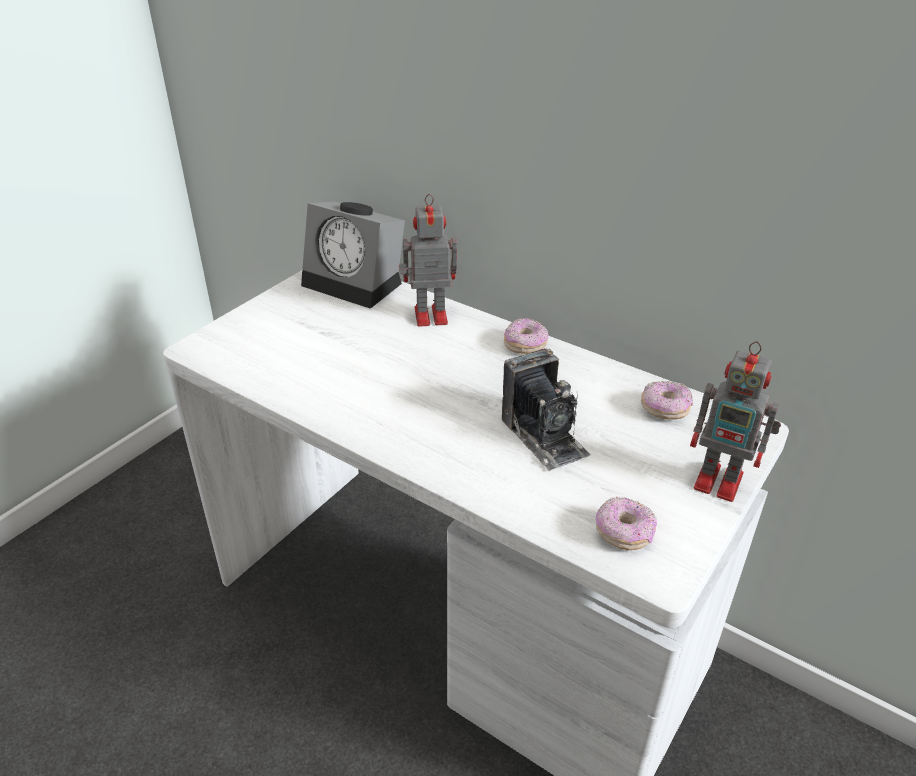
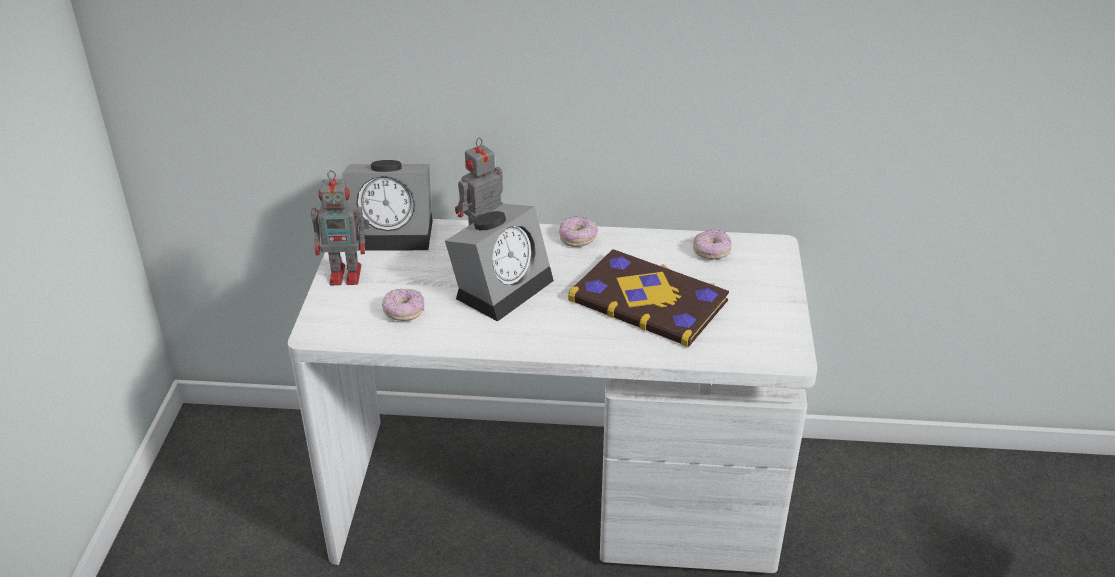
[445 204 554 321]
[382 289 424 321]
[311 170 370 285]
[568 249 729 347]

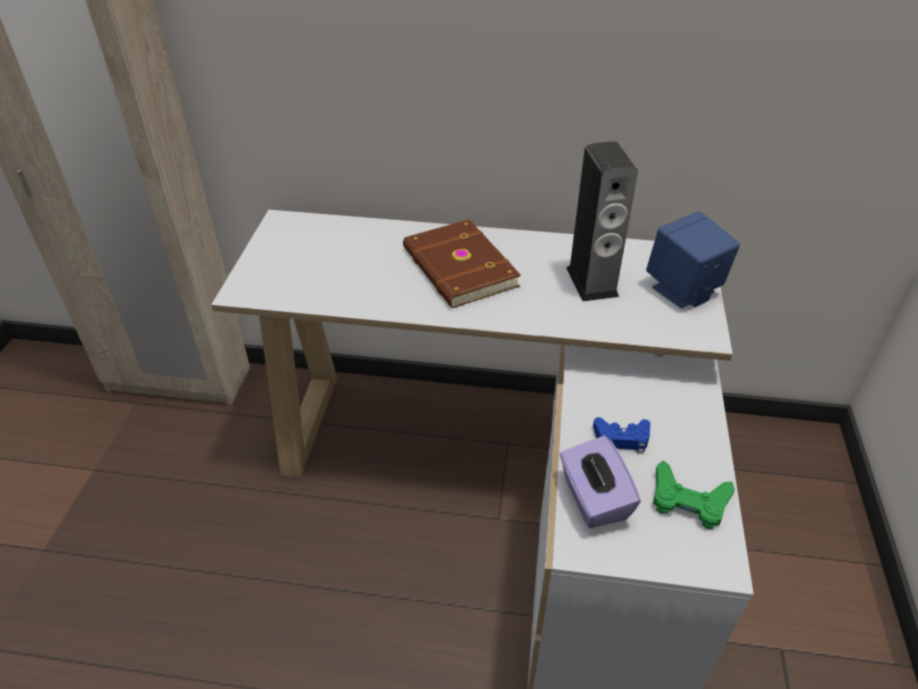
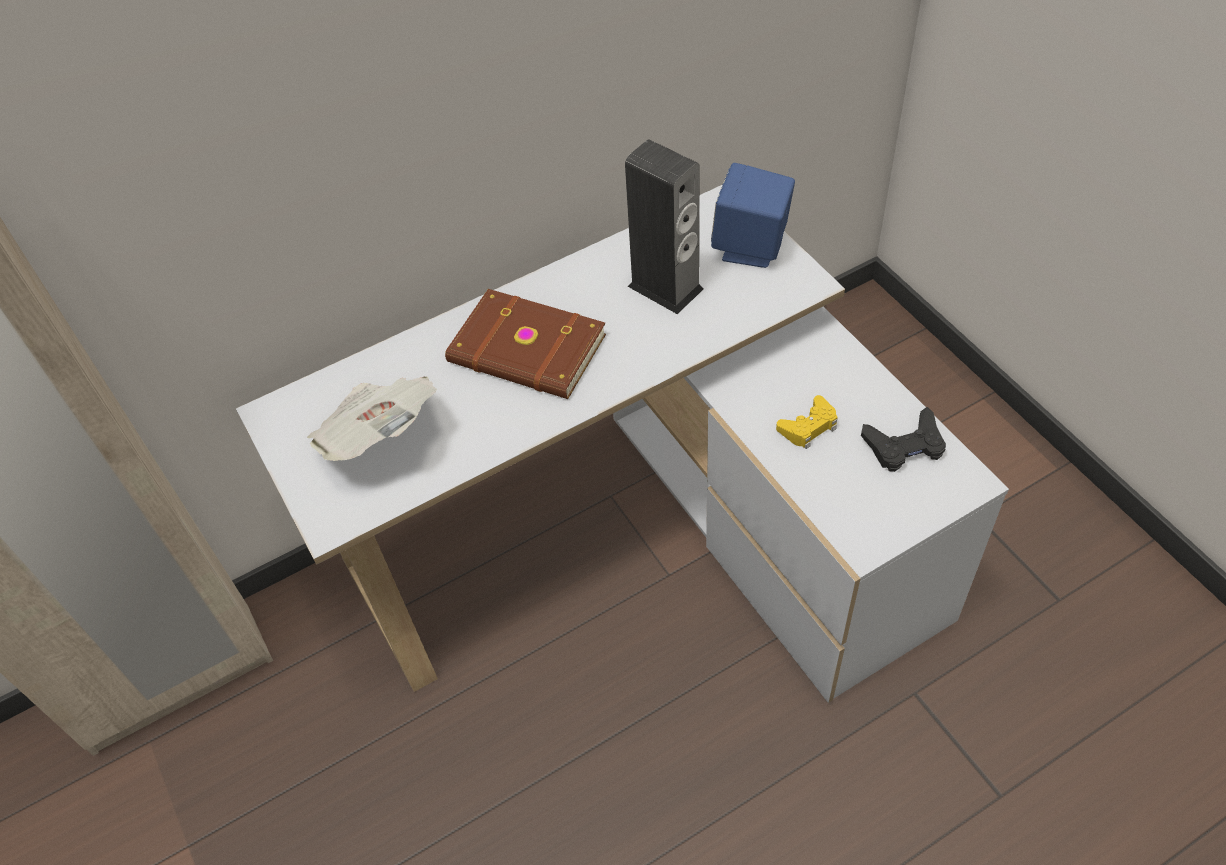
[560 436 641 528] (first image)
[307 377 437 461]
[776 395 838 449]
[861 407 946 472]

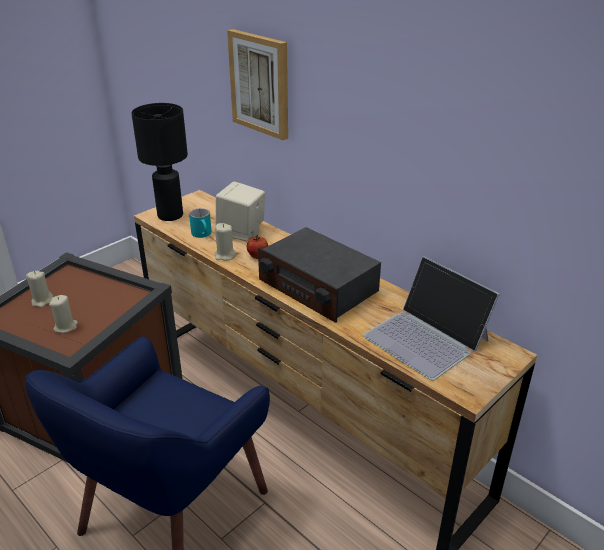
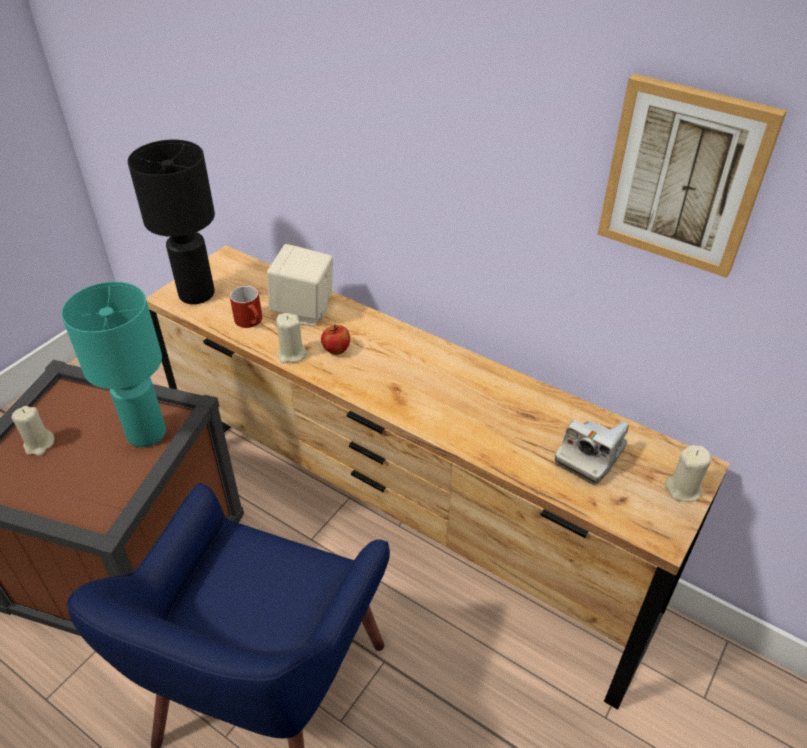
[258 227 381 323] (first image)
[61 282 166 447]
[665 445 711 502]
[597 74 787 278]
[555 420 629 485]
[230 286 262 328]

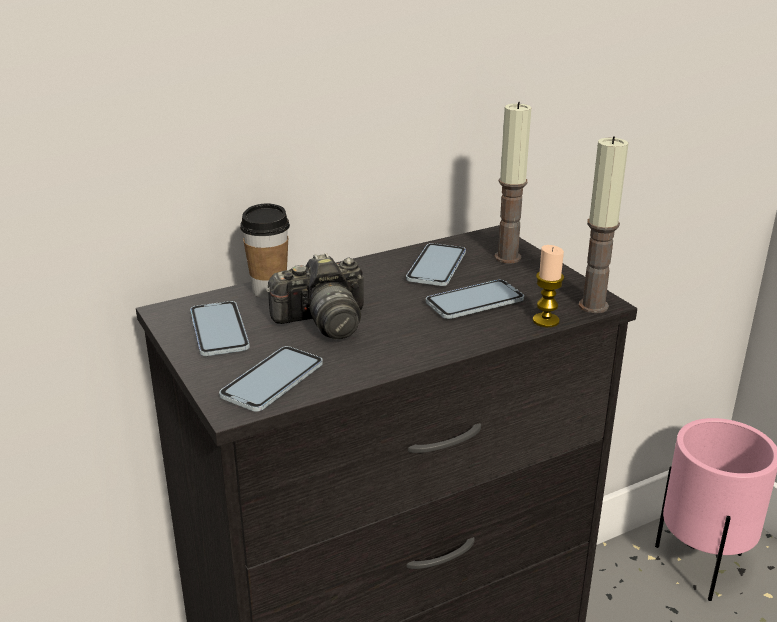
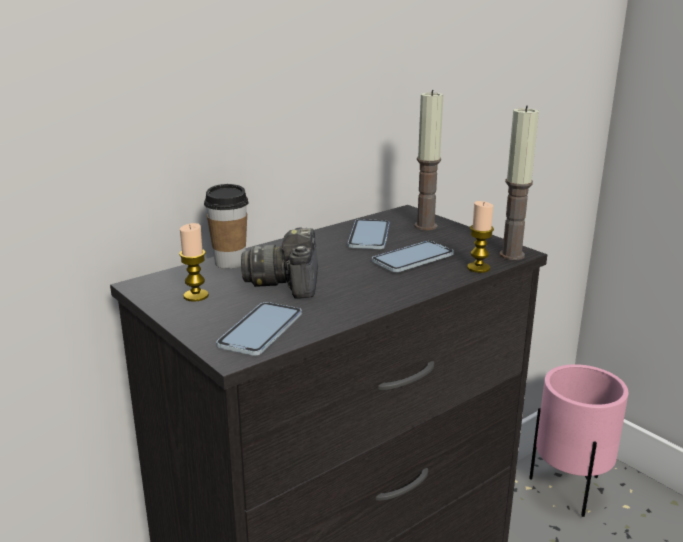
[179 223 209 302]
[241 228 318 299]

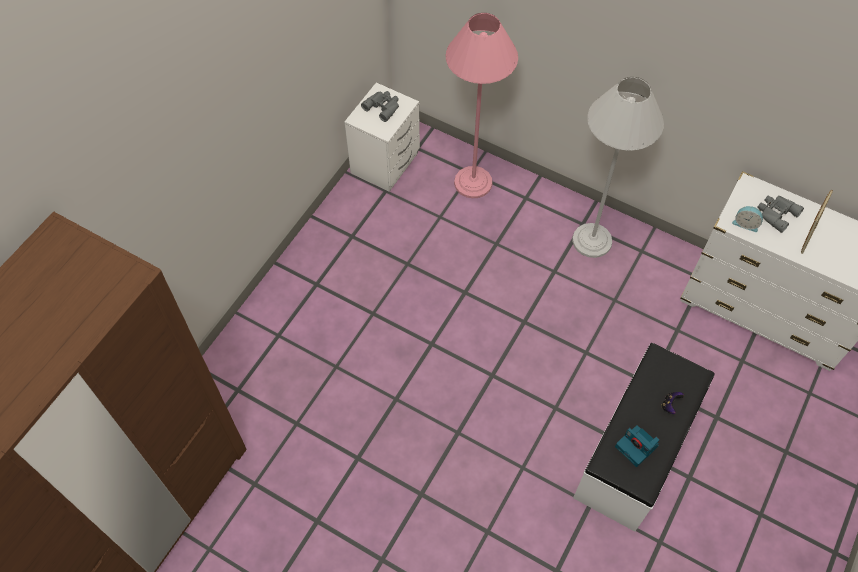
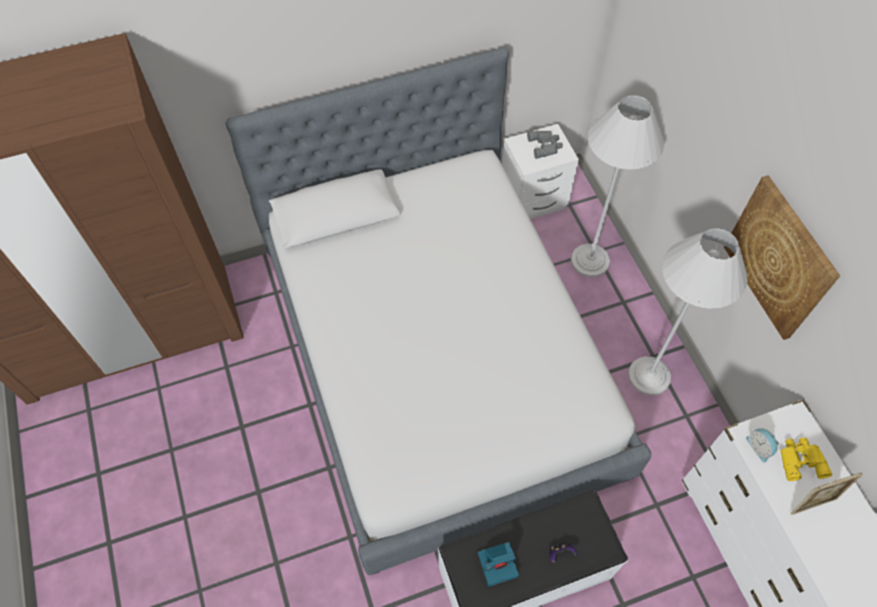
[226 47 651 575]
[724 175 840 340]
[571 95 664 277]
[781 438 832 481]
[478 542 519 586]

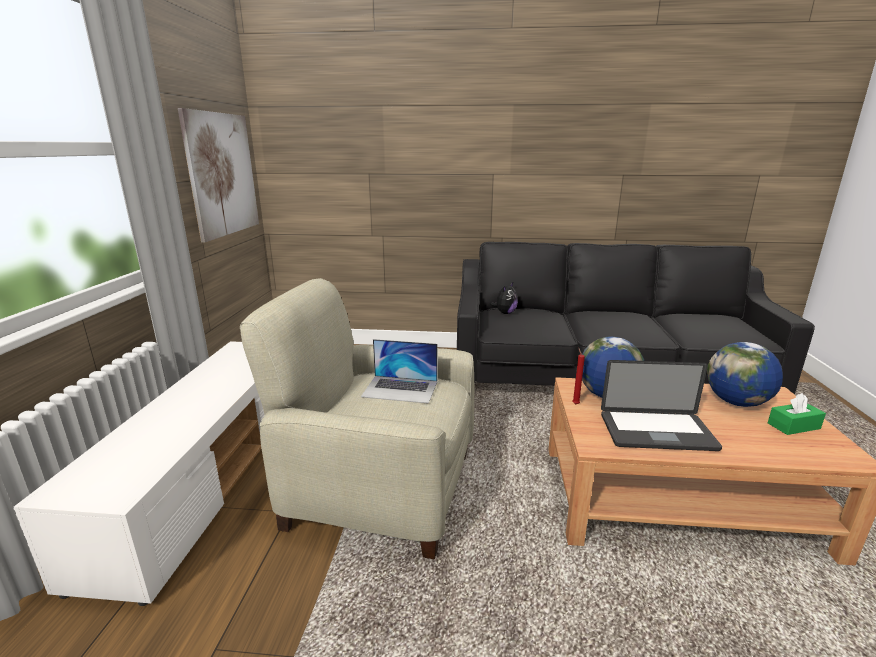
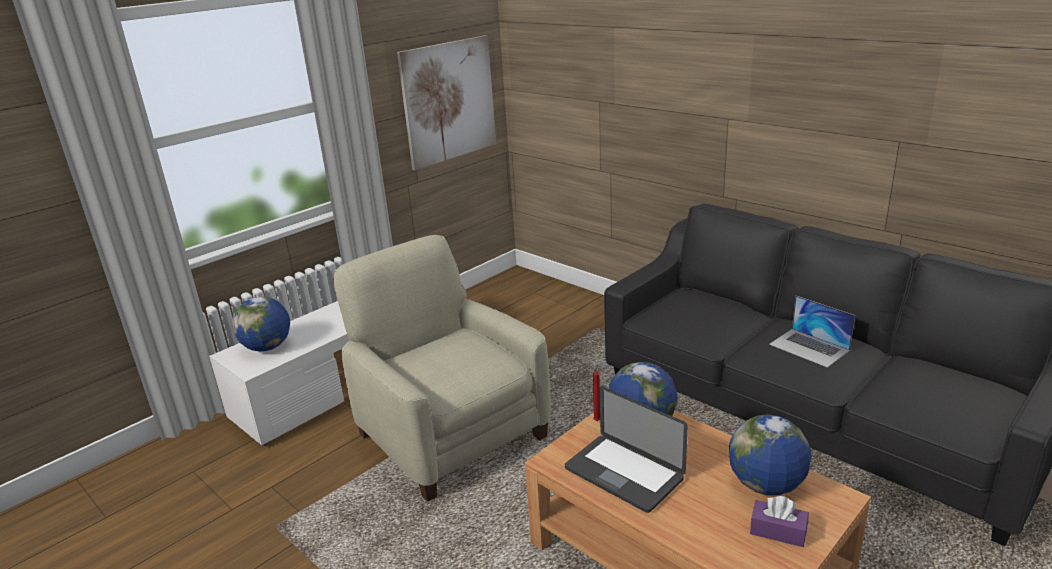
[490 283 518 314] (first image)
[233 297 290 351]
[769 296 855 368]
[750 496 809 547]

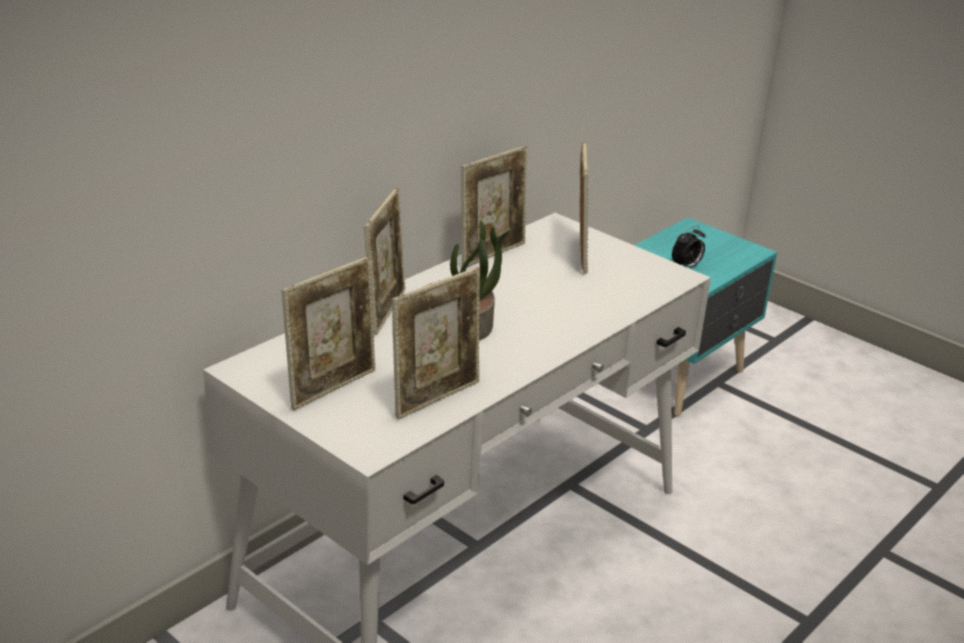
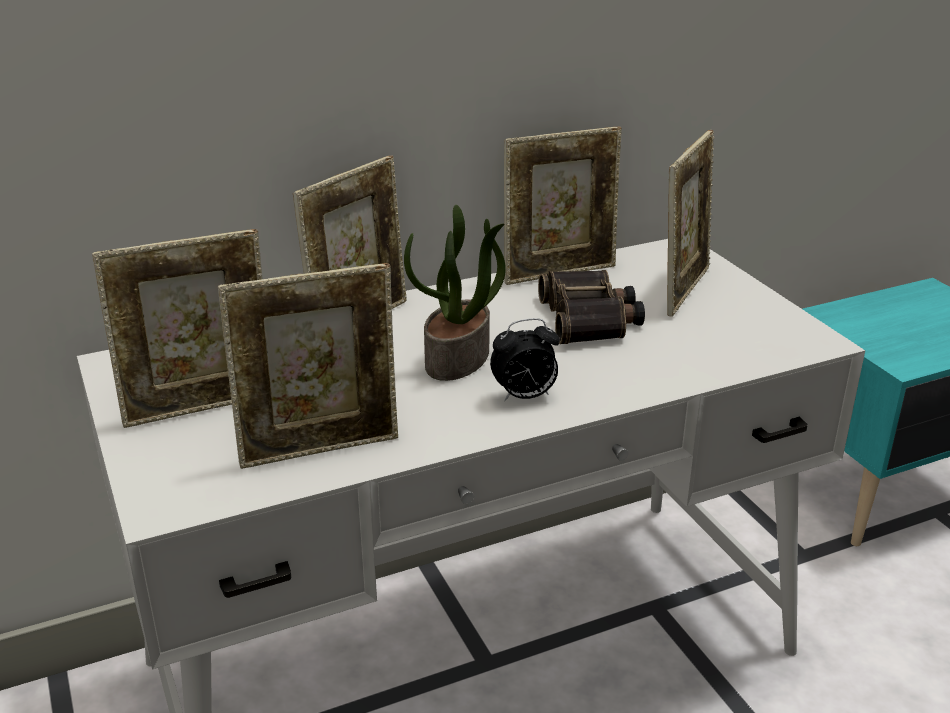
[538 270 645 344]
[490 318 560 401]

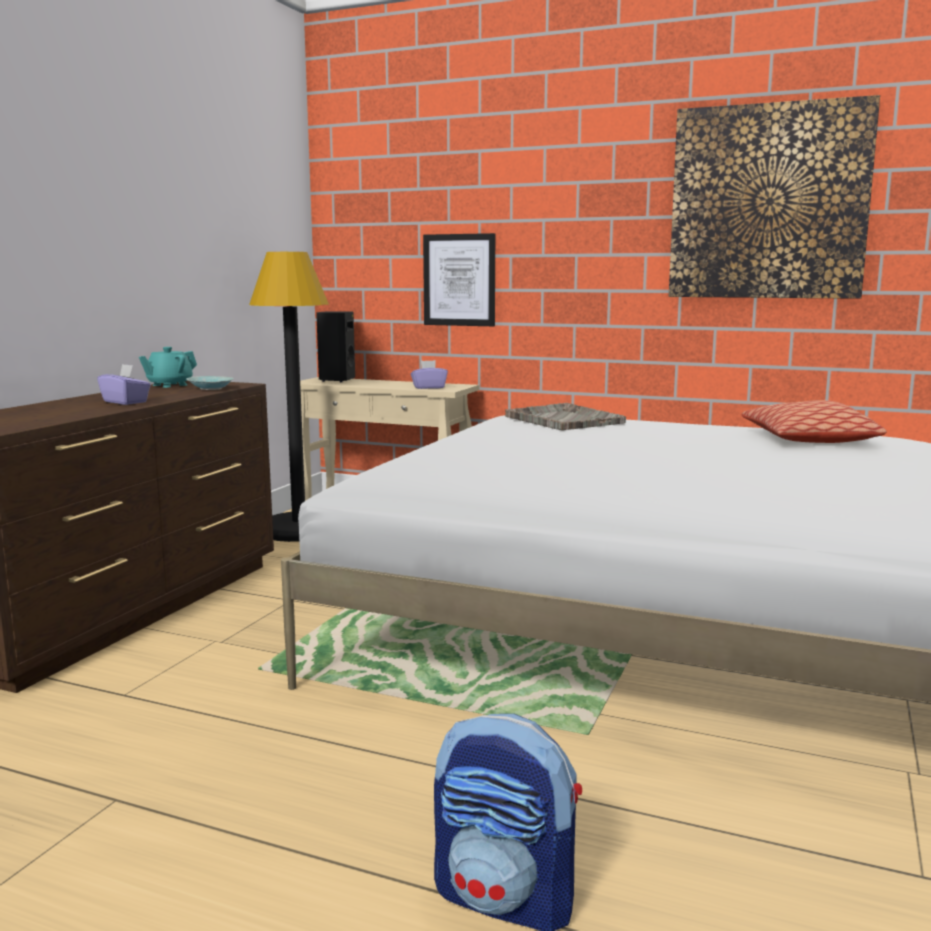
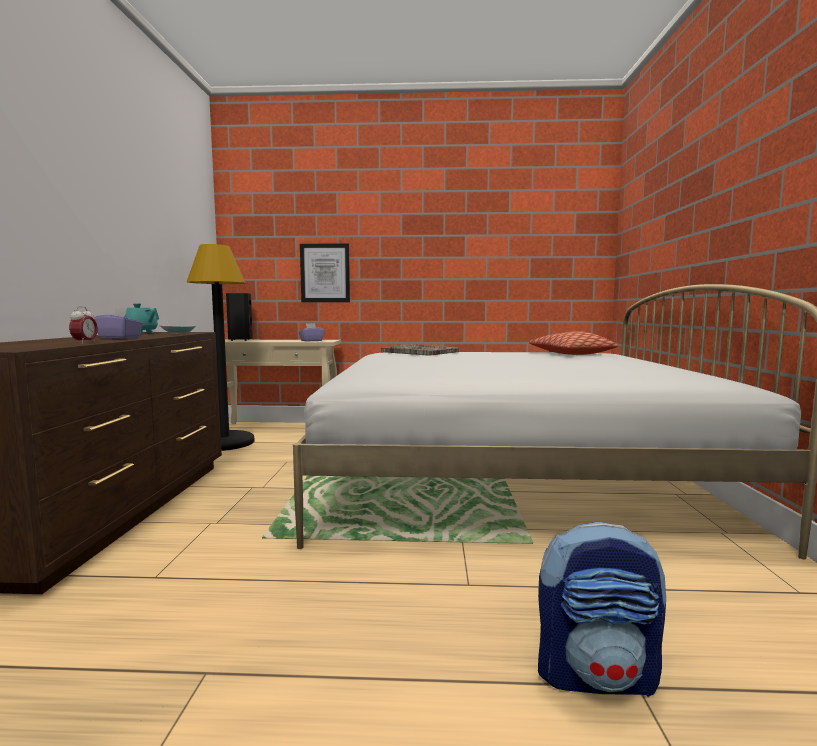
[669 95 880 299] (first image)
[69 307 98 344]

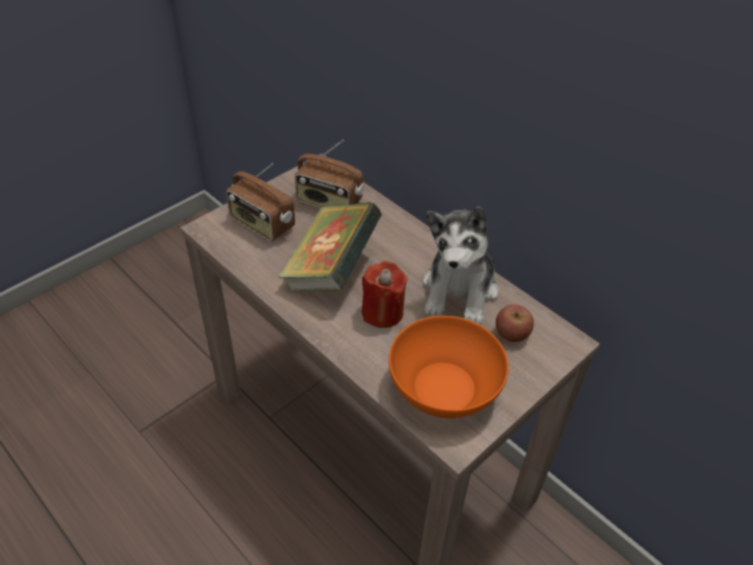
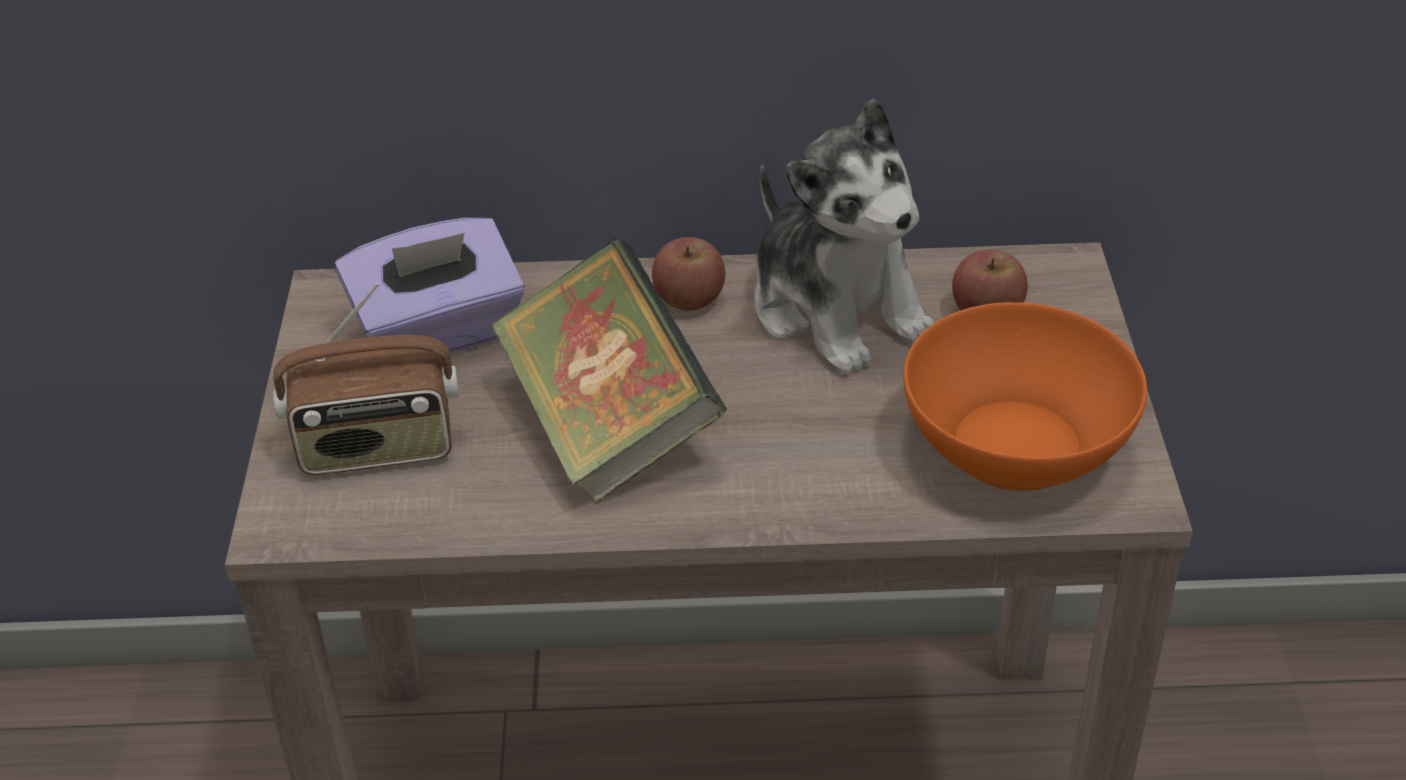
[362 261 407 328] (first image)
[652 237 725 310]
[335 218 525 354]

